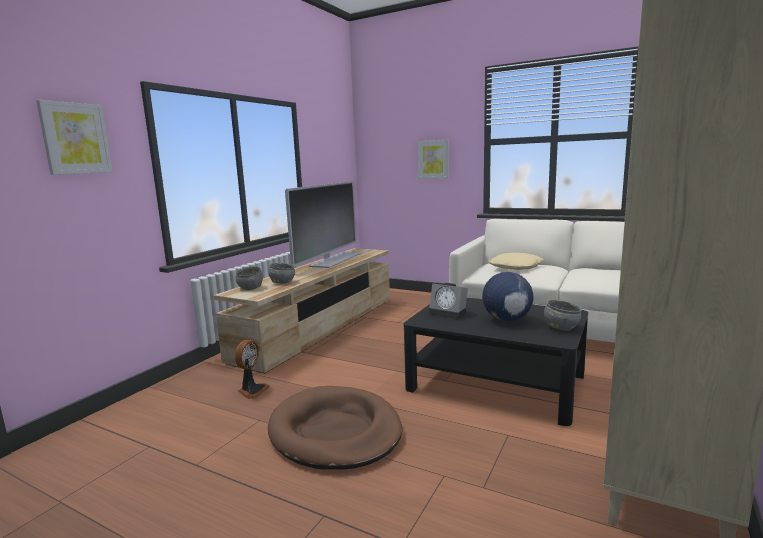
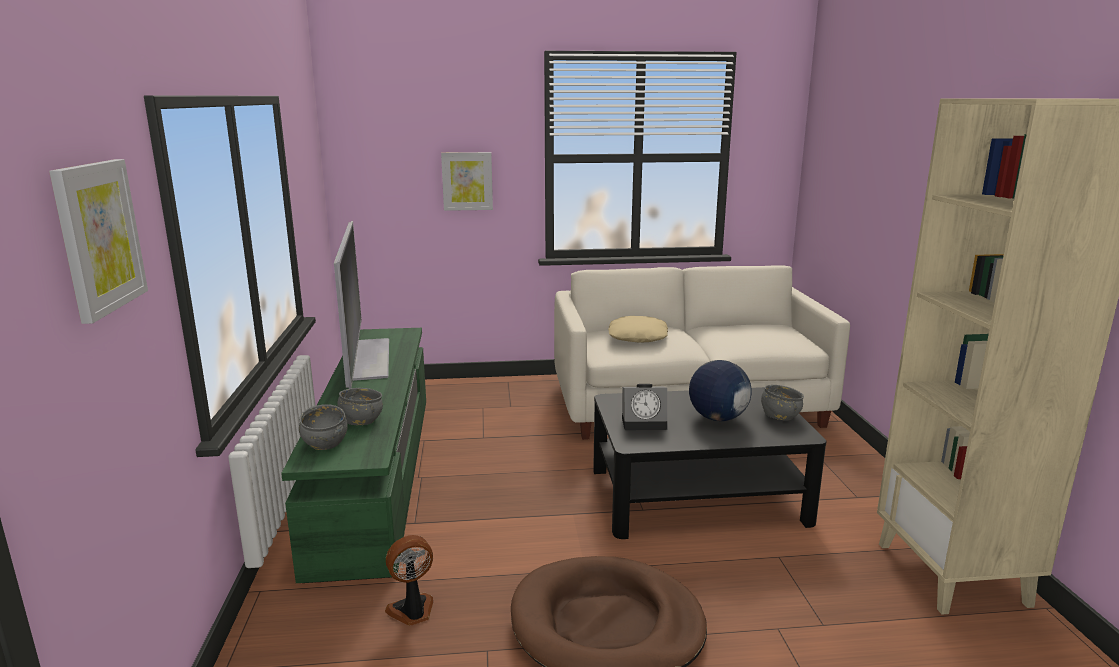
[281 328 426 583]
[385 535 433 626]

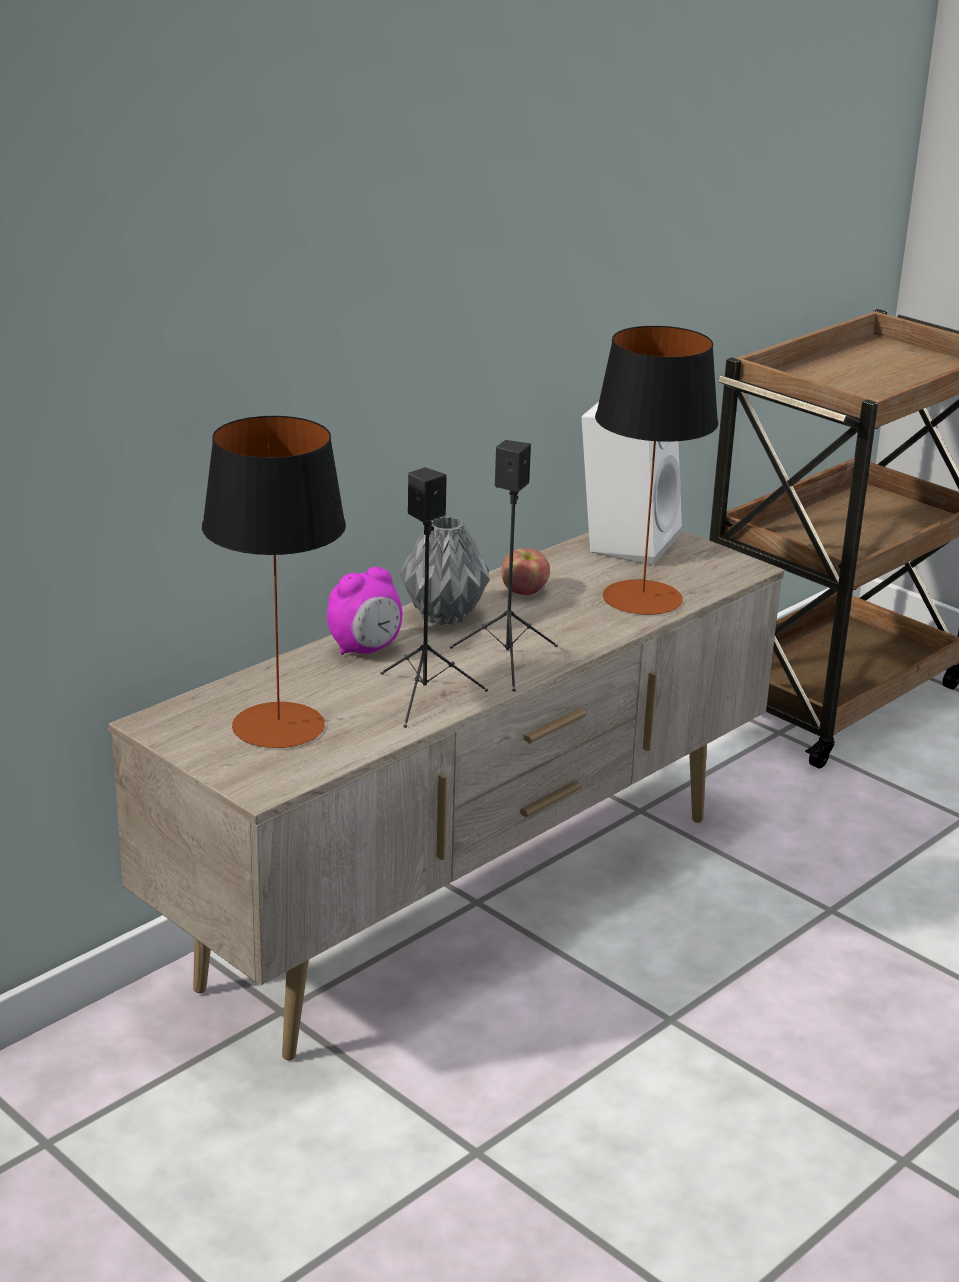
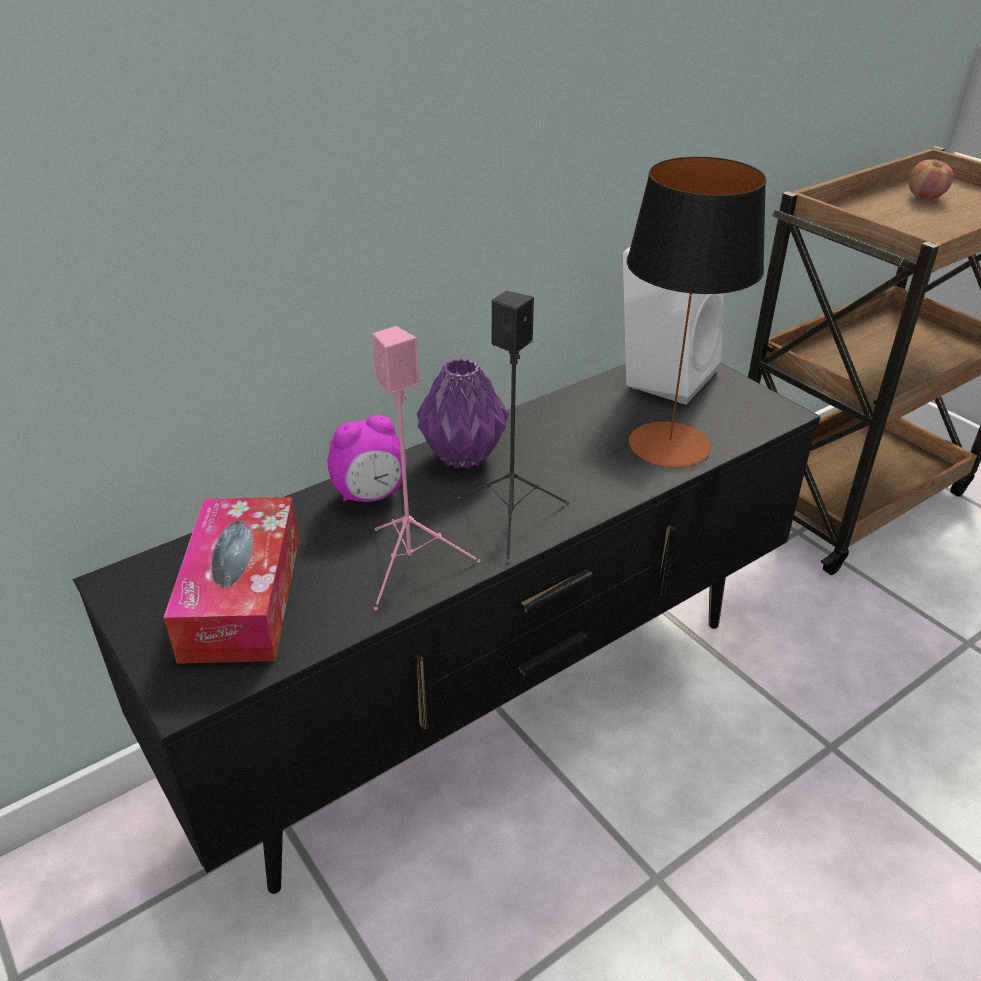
[909 159 954 200]
[164 497 299 664]
[73 363 821 894]
[372 326 480 610]
[417 358 509 469]

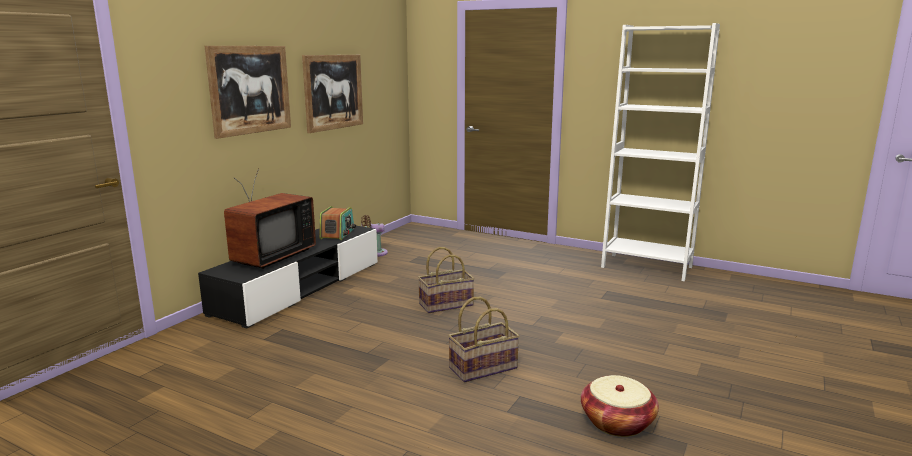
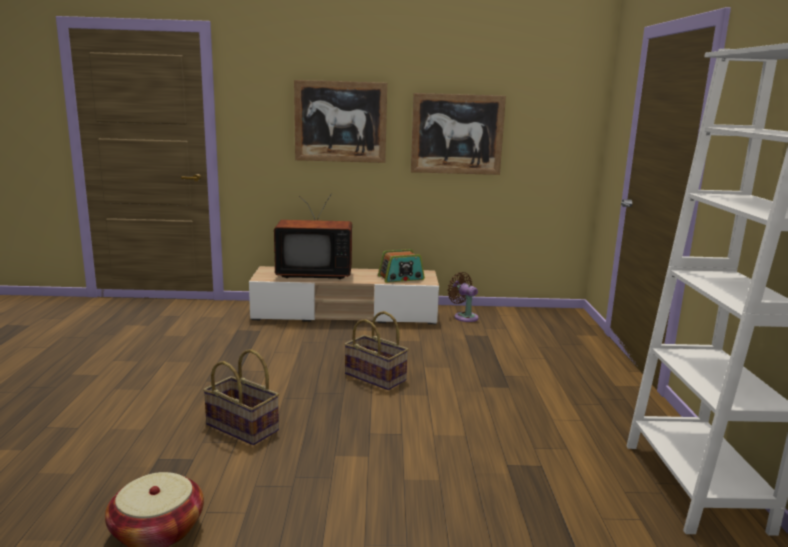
[249 266 439 324]

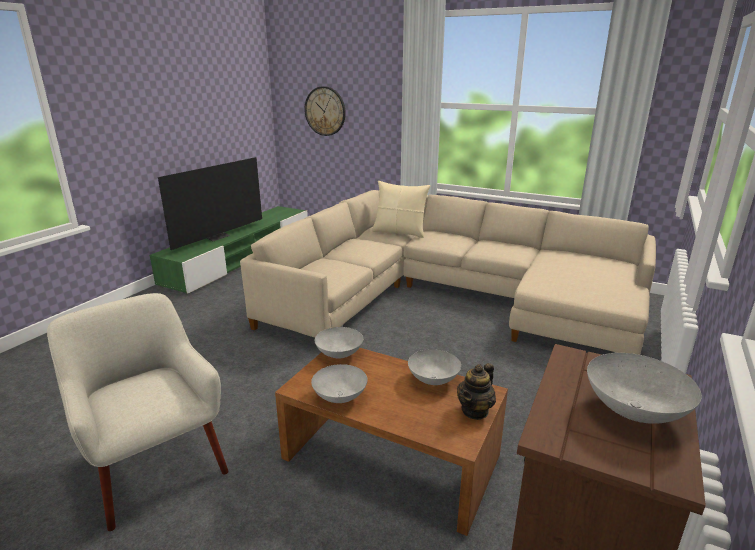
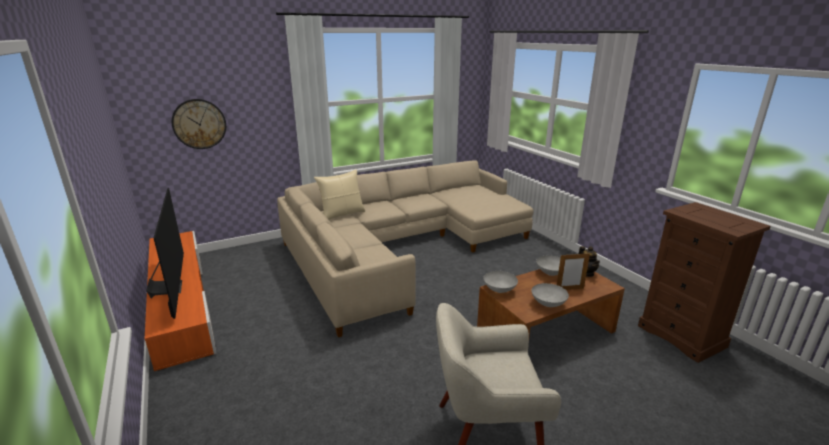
[587 353 702 424] (first image)
[557 253 590 290]
[145 231 217 371]

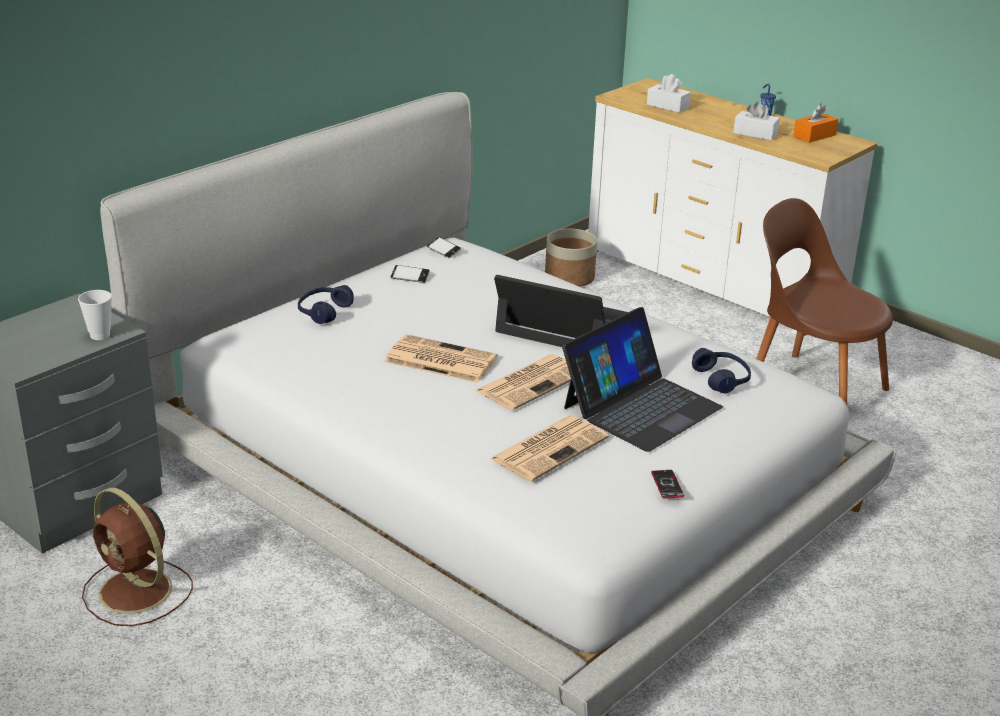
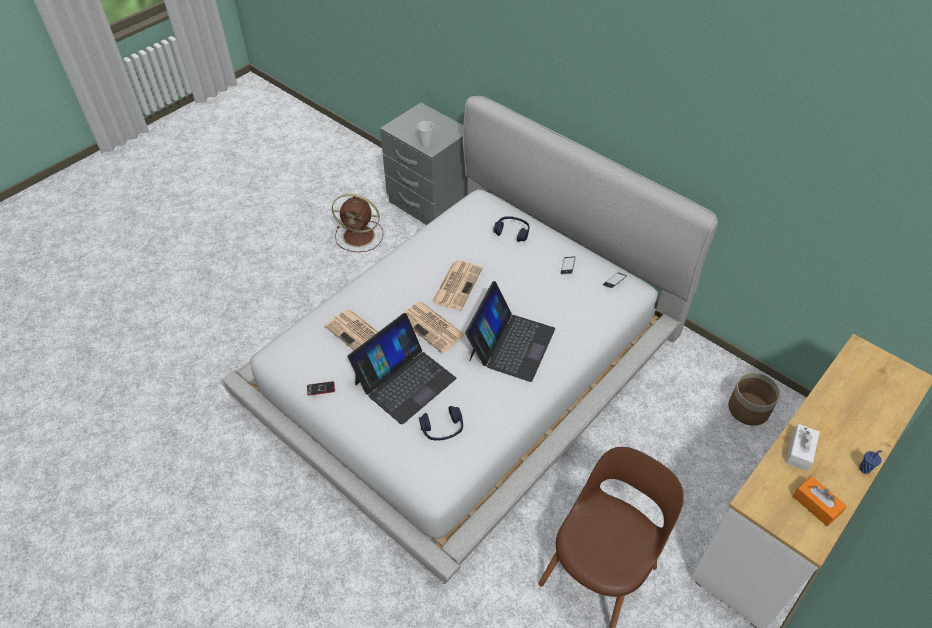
[647 74 691 113] (first image)
[332 194 383 252]
[347 313 456 425]

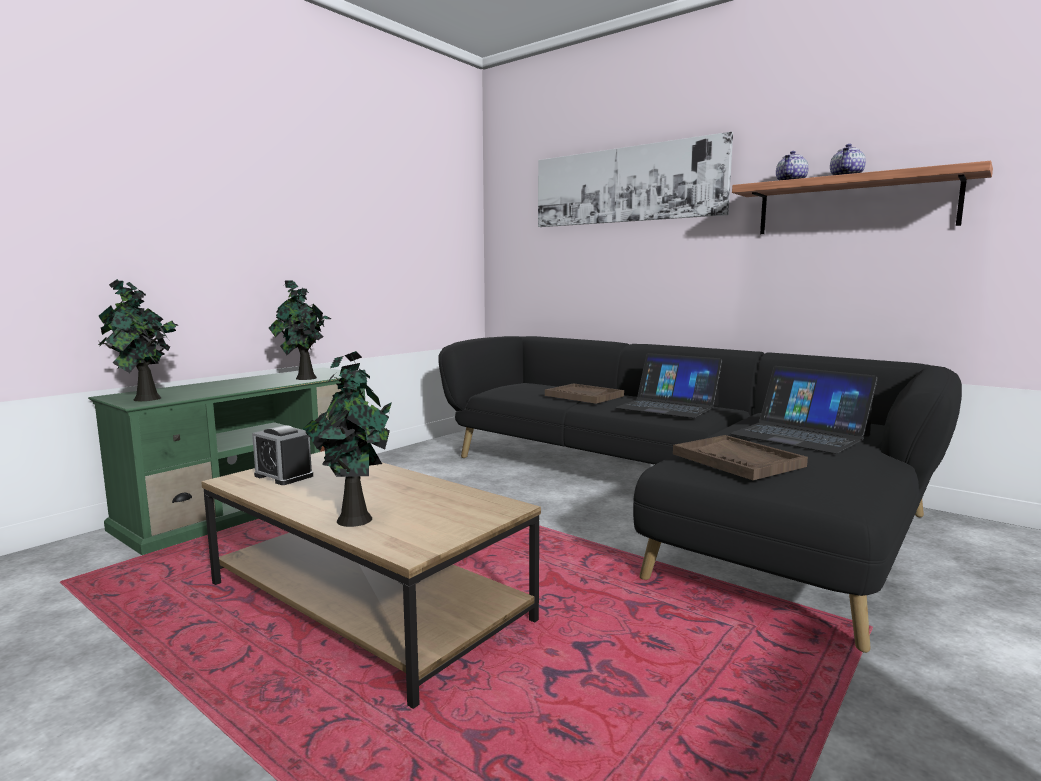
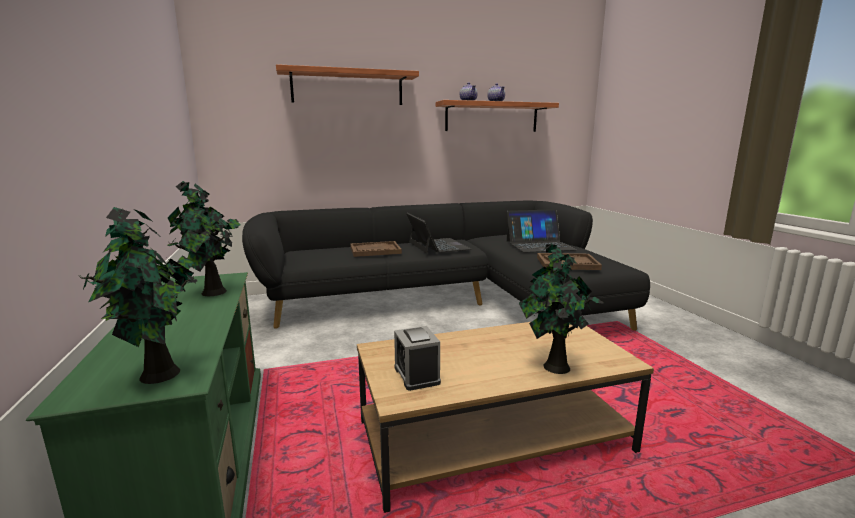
[276 64 419 105]
[394 326 441 391]
[406 213 471 254]

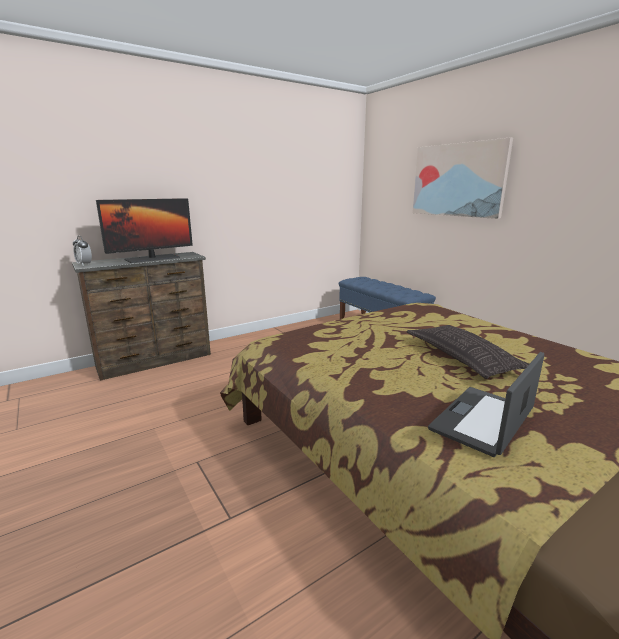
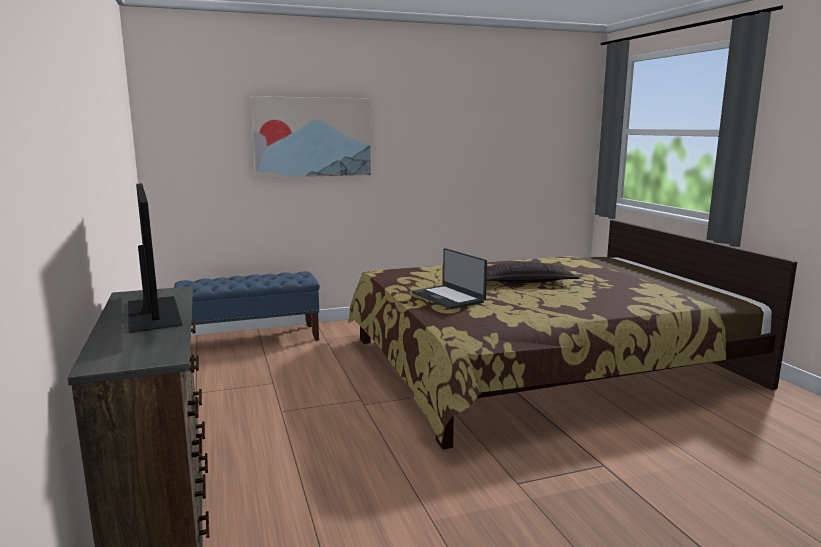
[73 236 92 266] (first image)
[412 248 487 309]

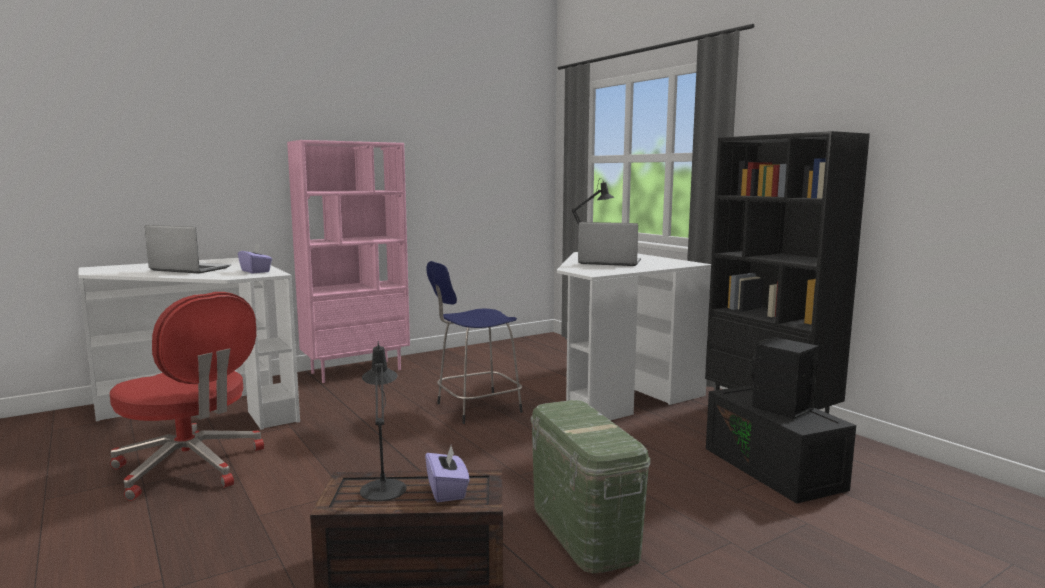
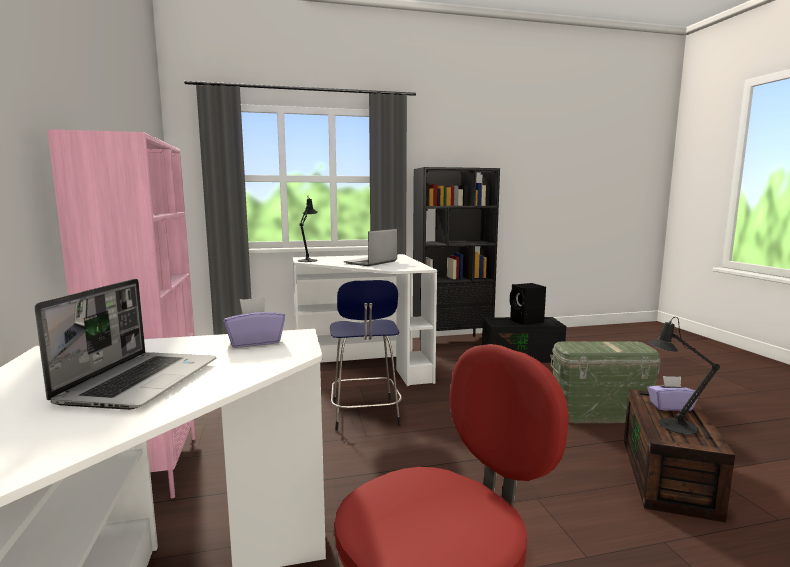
[34 279 216 410]

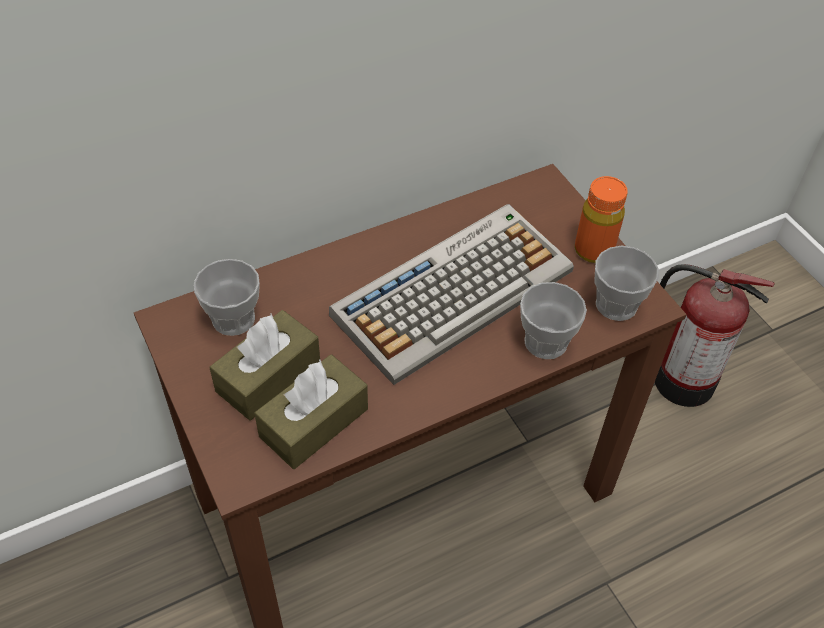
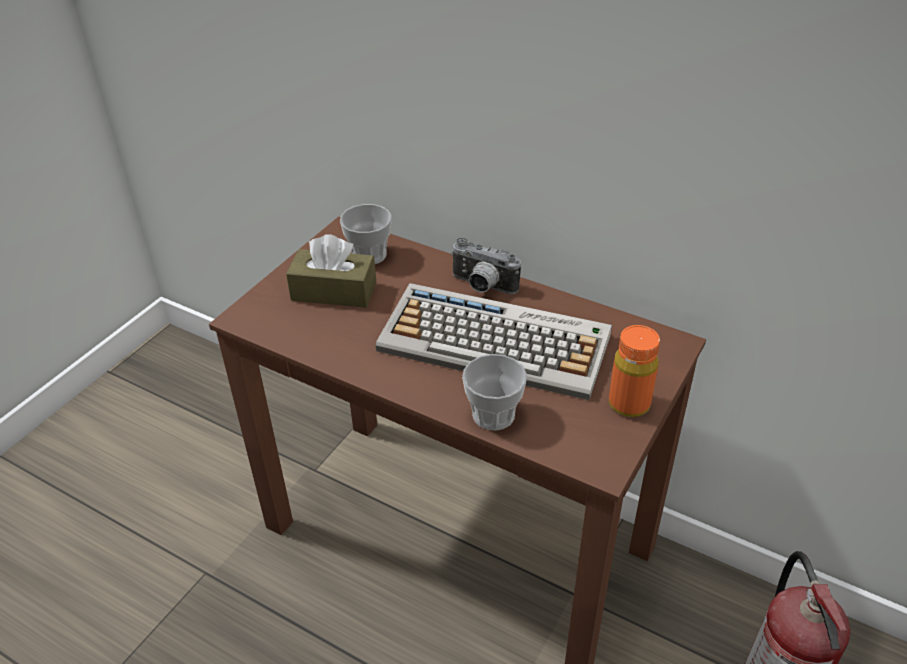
[254 355 368 469] (first image)
[594 246 659 321] (first image)
[450 238 521 294]

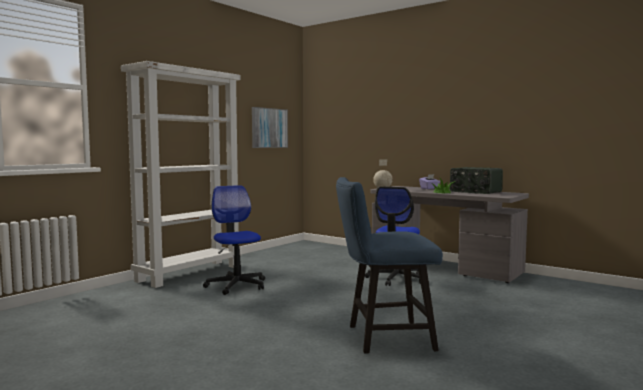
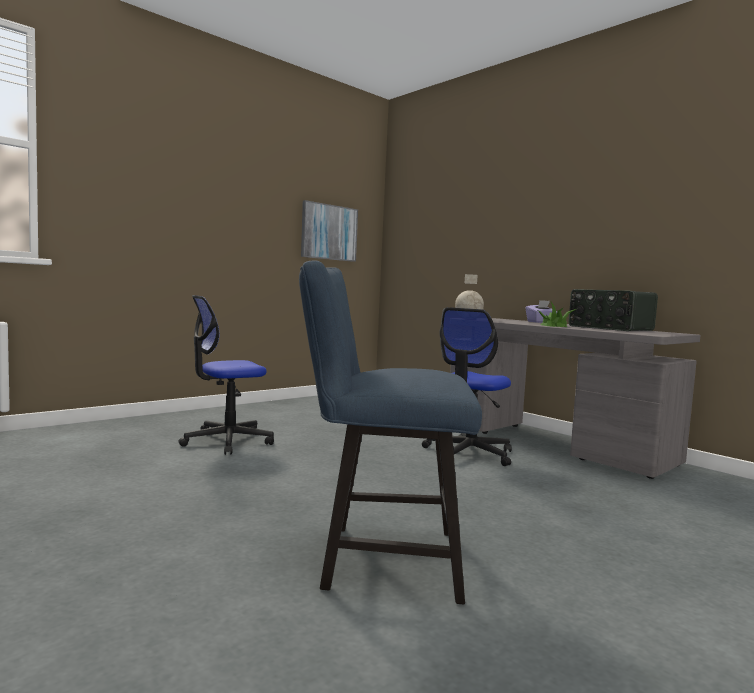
[121 61 241 288] (first image)
[178 295 274 455]

